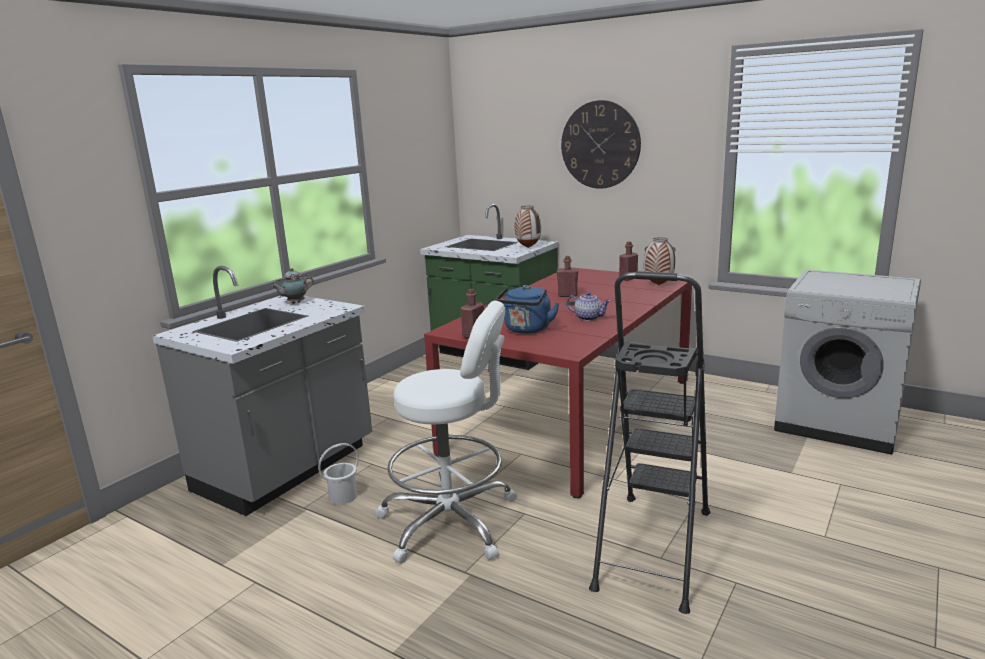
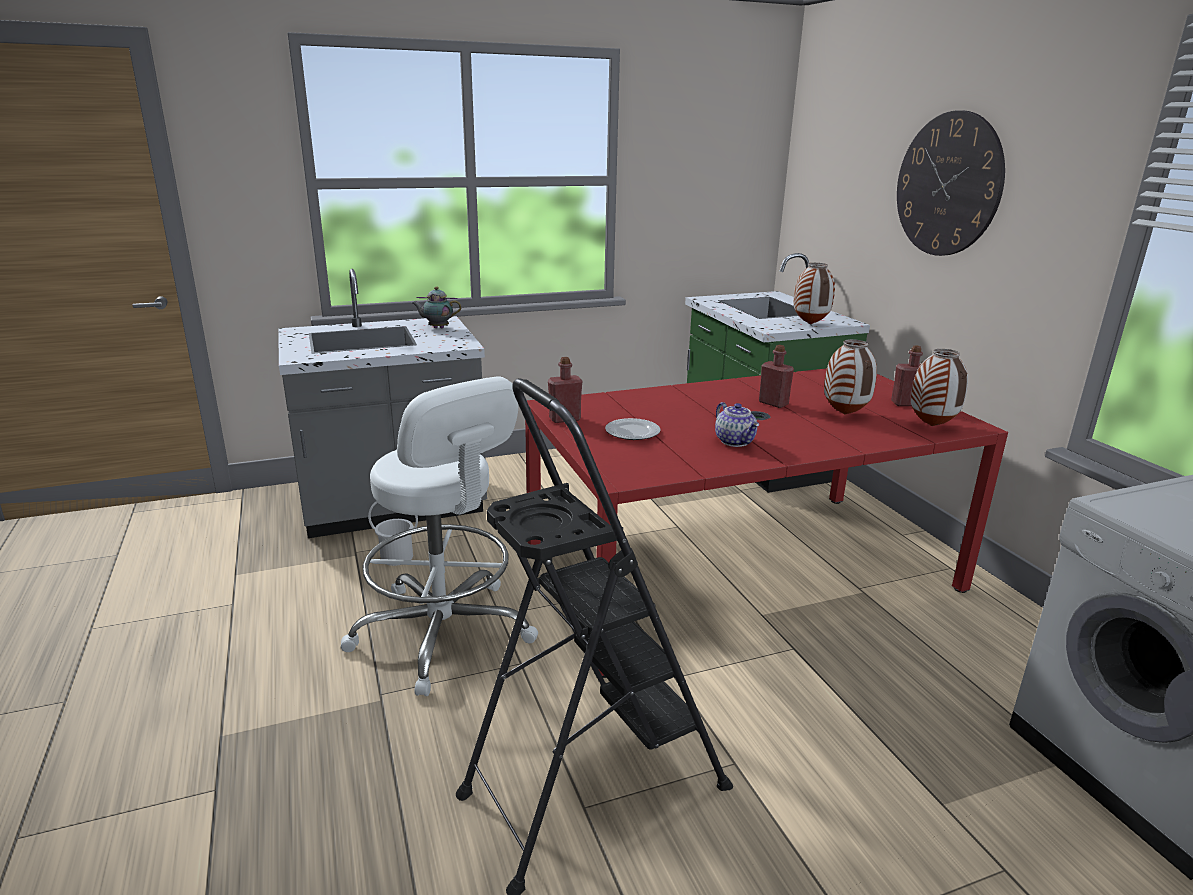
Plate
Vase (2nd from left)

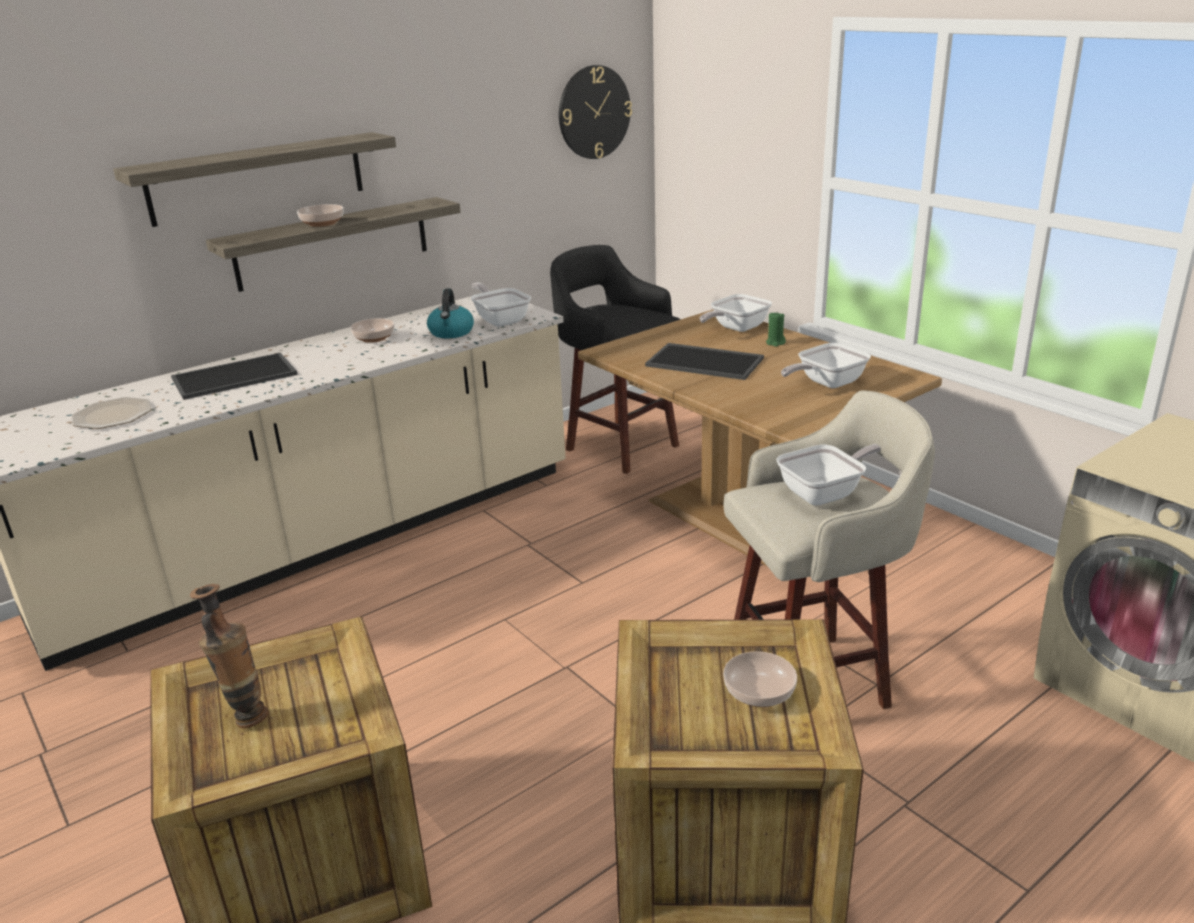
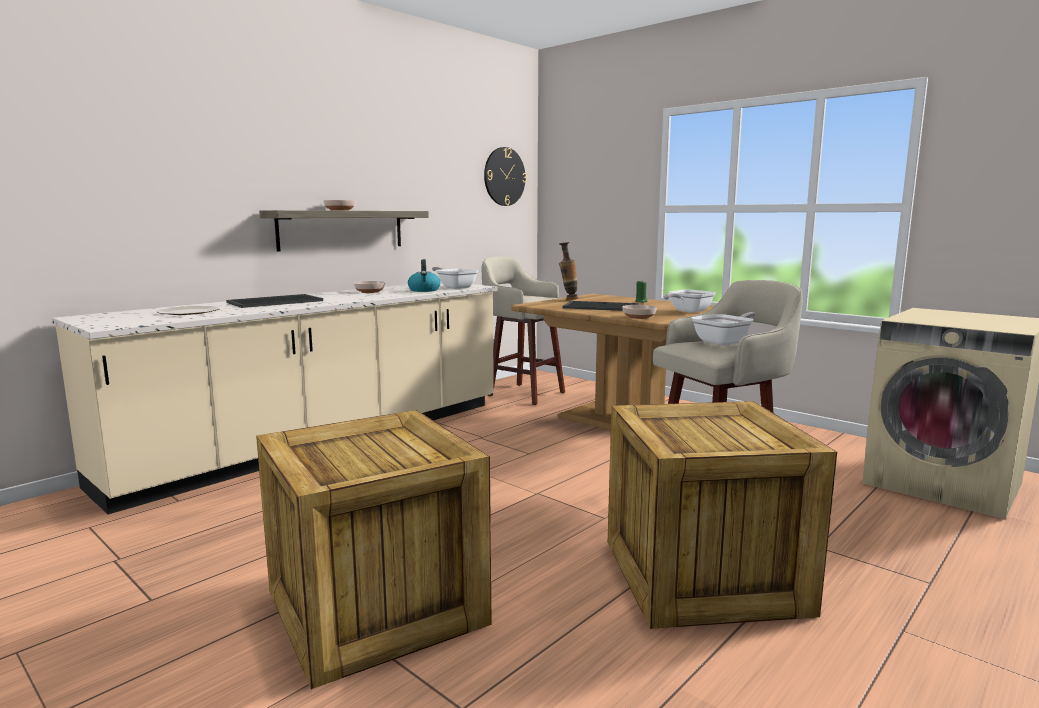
Shelf (1st from left in the first image)
BeigeStool (1st from left)
FryingPan (2nd from left in the first image)
Vase
Bowl (3rd from left)

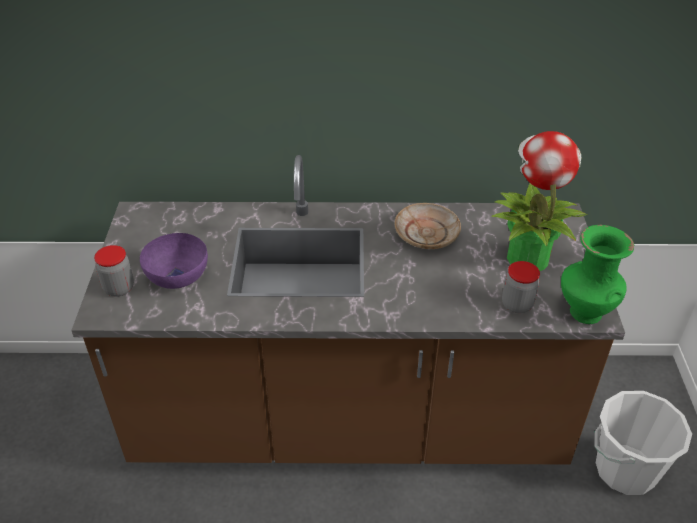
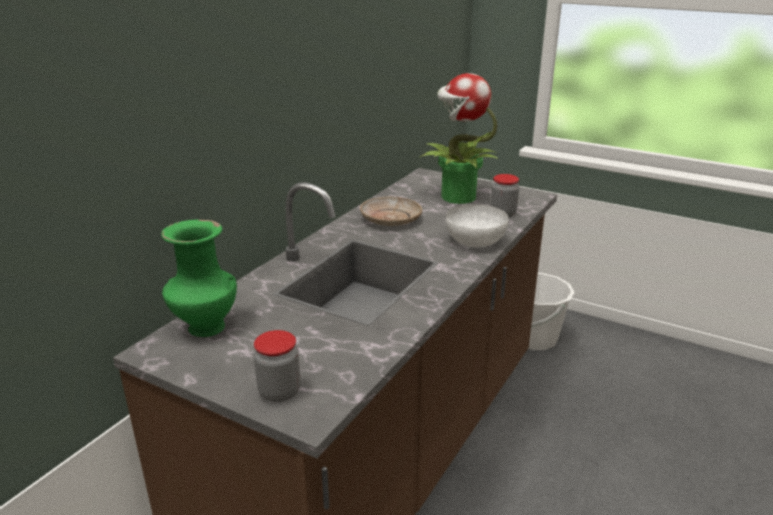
GreenVase
PurpleBowl
WhiteBowl

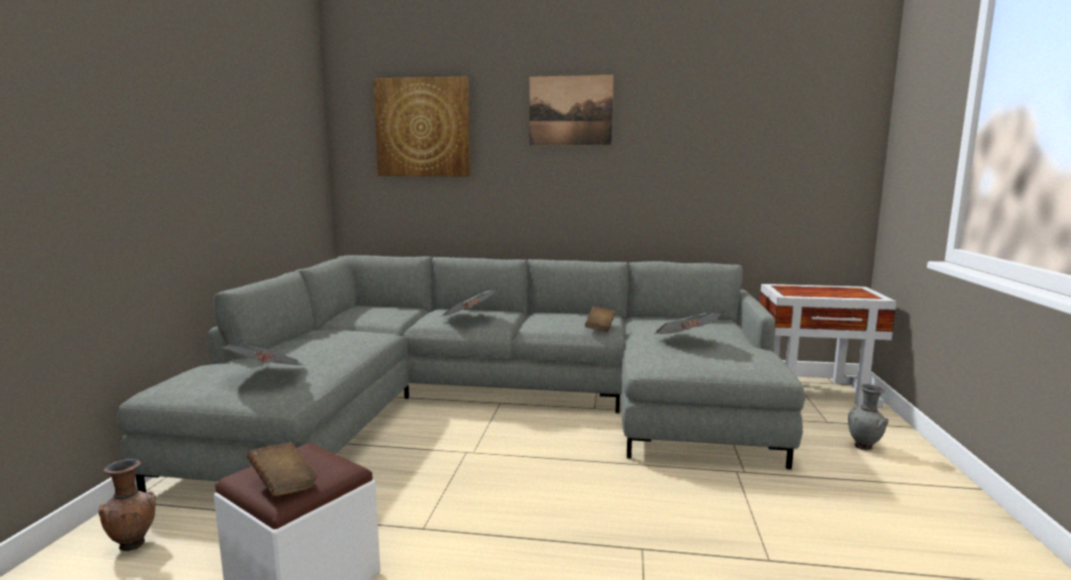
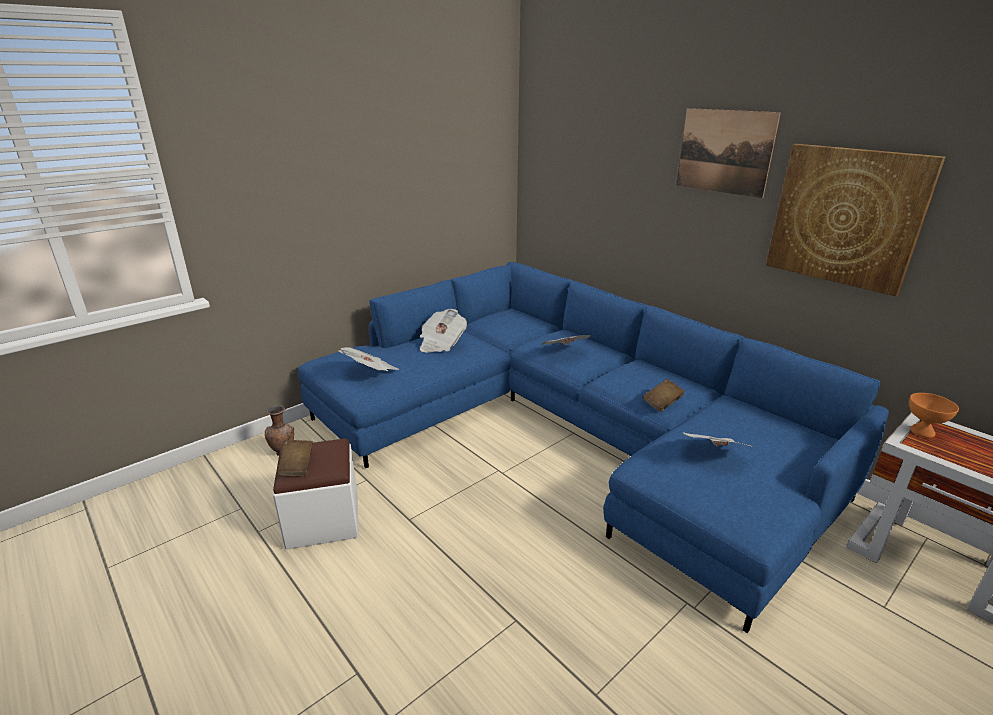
Picture (2nd from left)
BlueSofa
GreyVase
Newspaper (2nd from left)
OrangeBowl

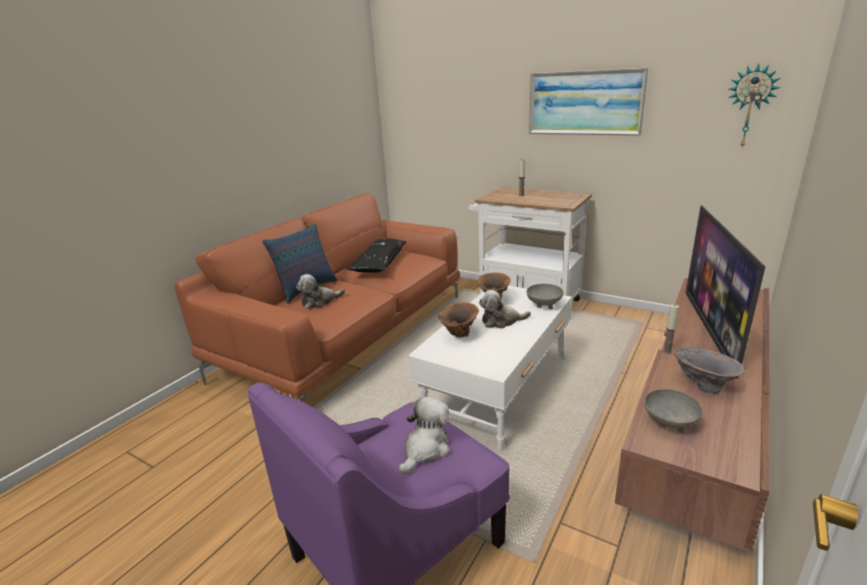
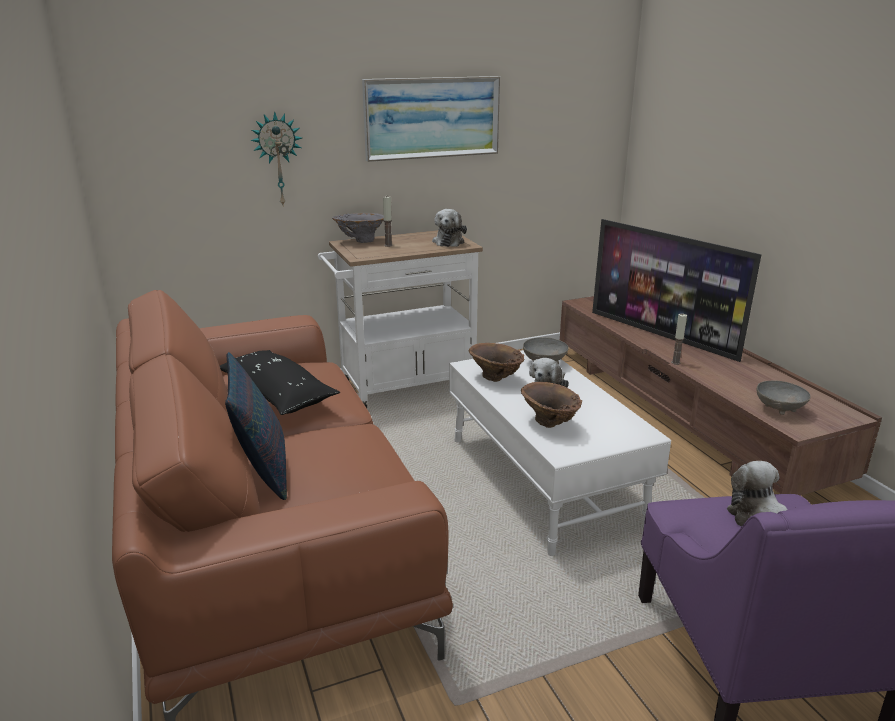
WallClock
PlushToy (1st from left)
GreyVase

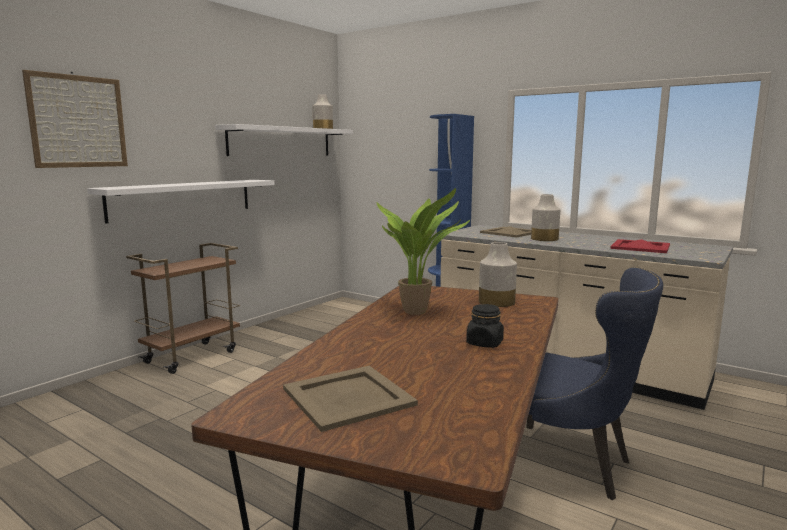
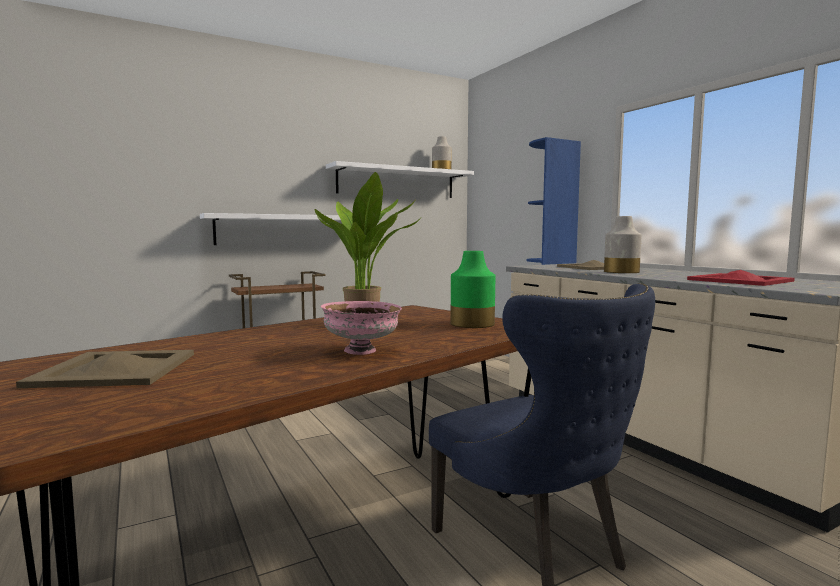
Picture
GreenVase
PinkBowl

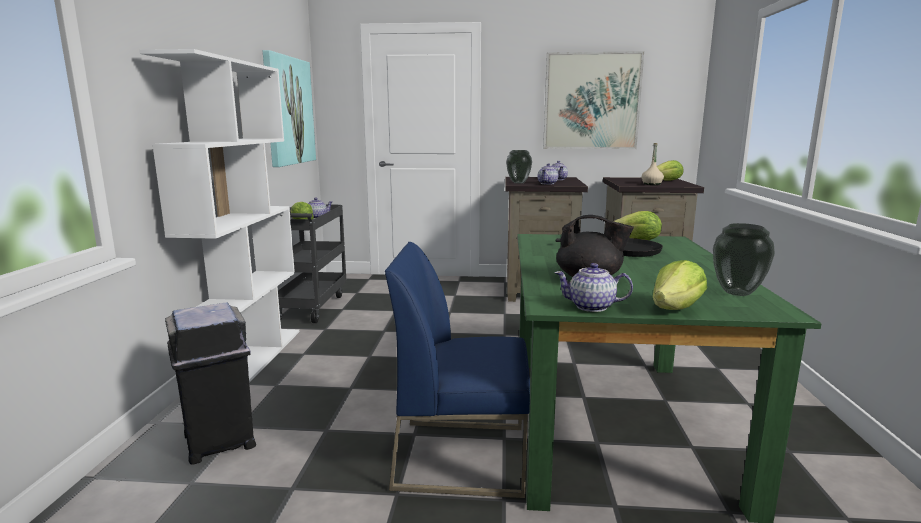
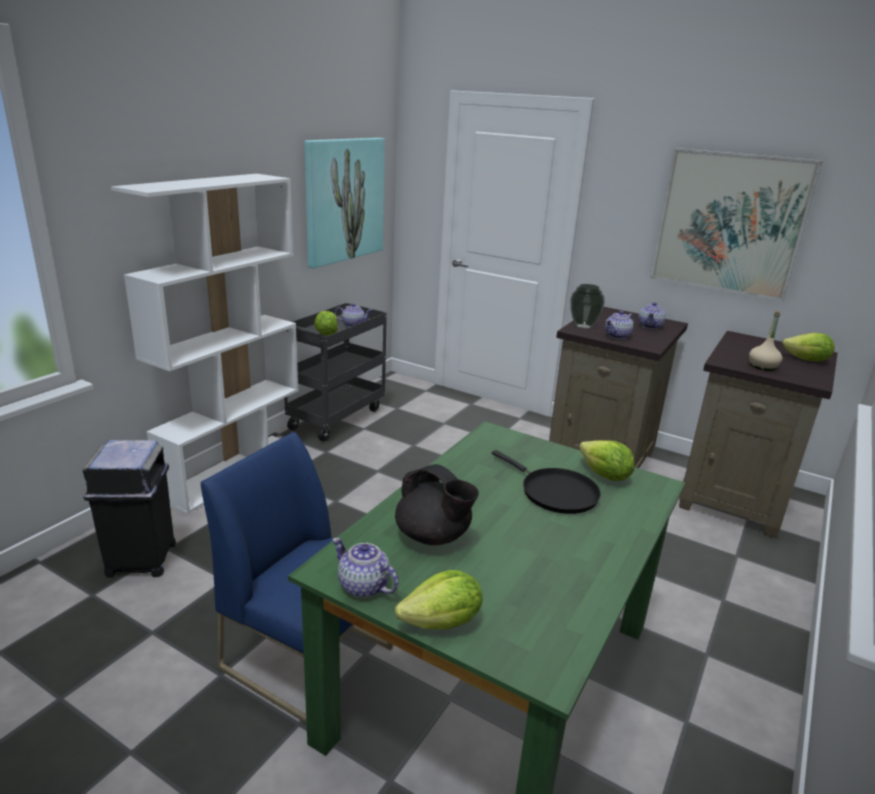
Vase (2nd from left in the first image)

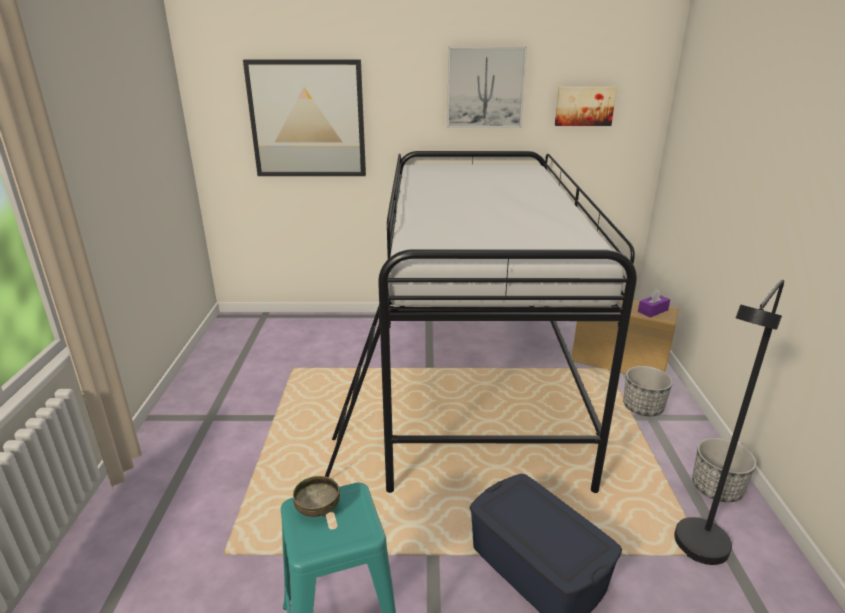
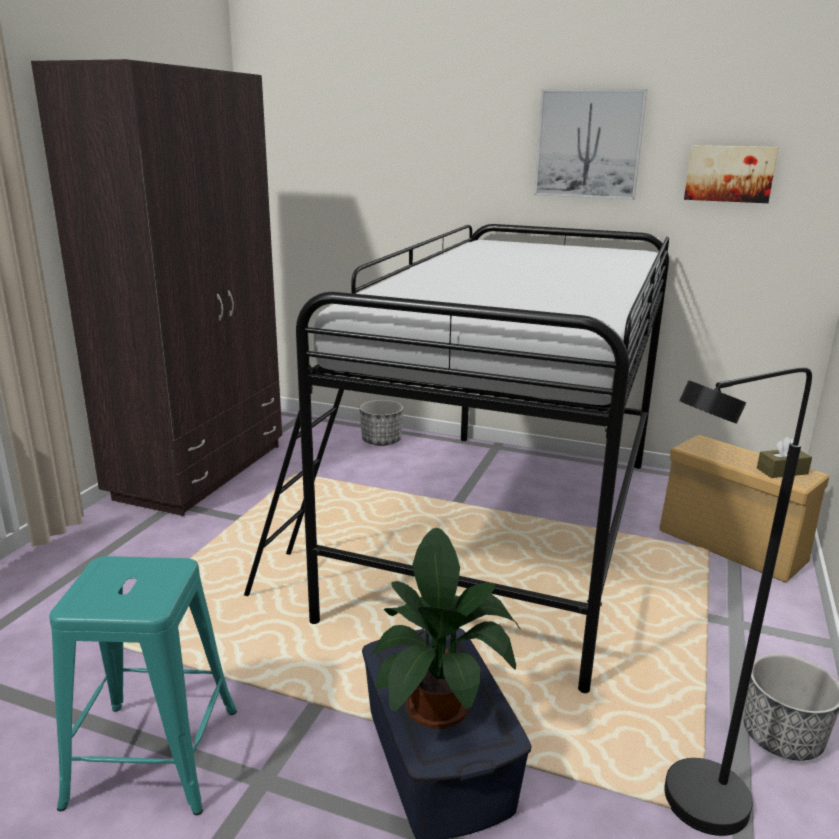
Picture (1st from left in the first image)
BrownTissueBox
Planter (1st from left)
Bowl
BrownWardrobe
PottedPlant

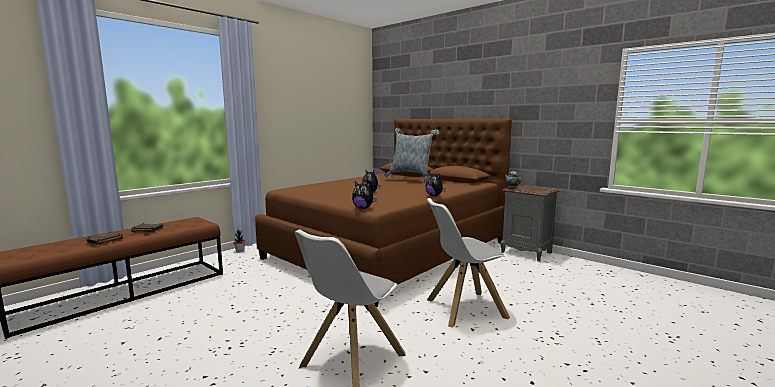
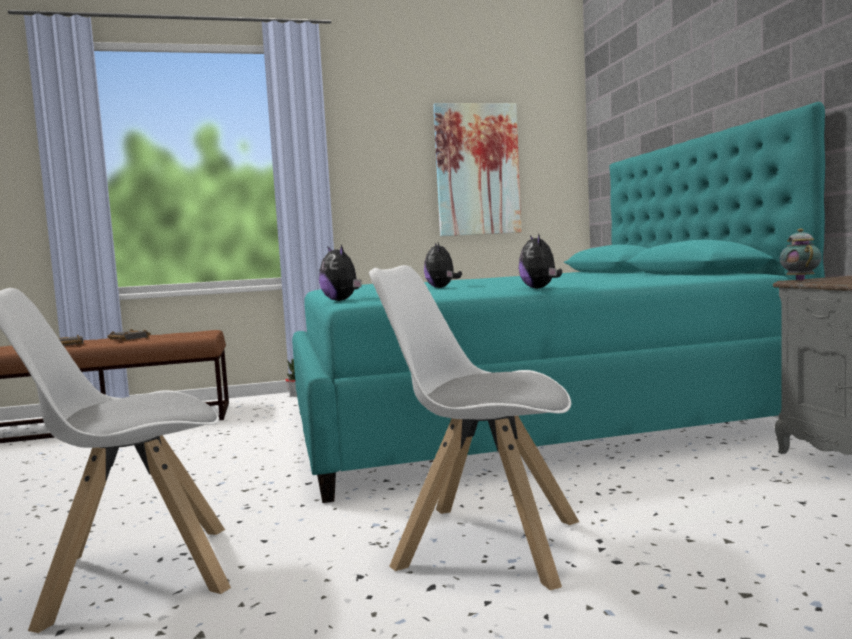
TurquoiseBed
Pillow
Picture

